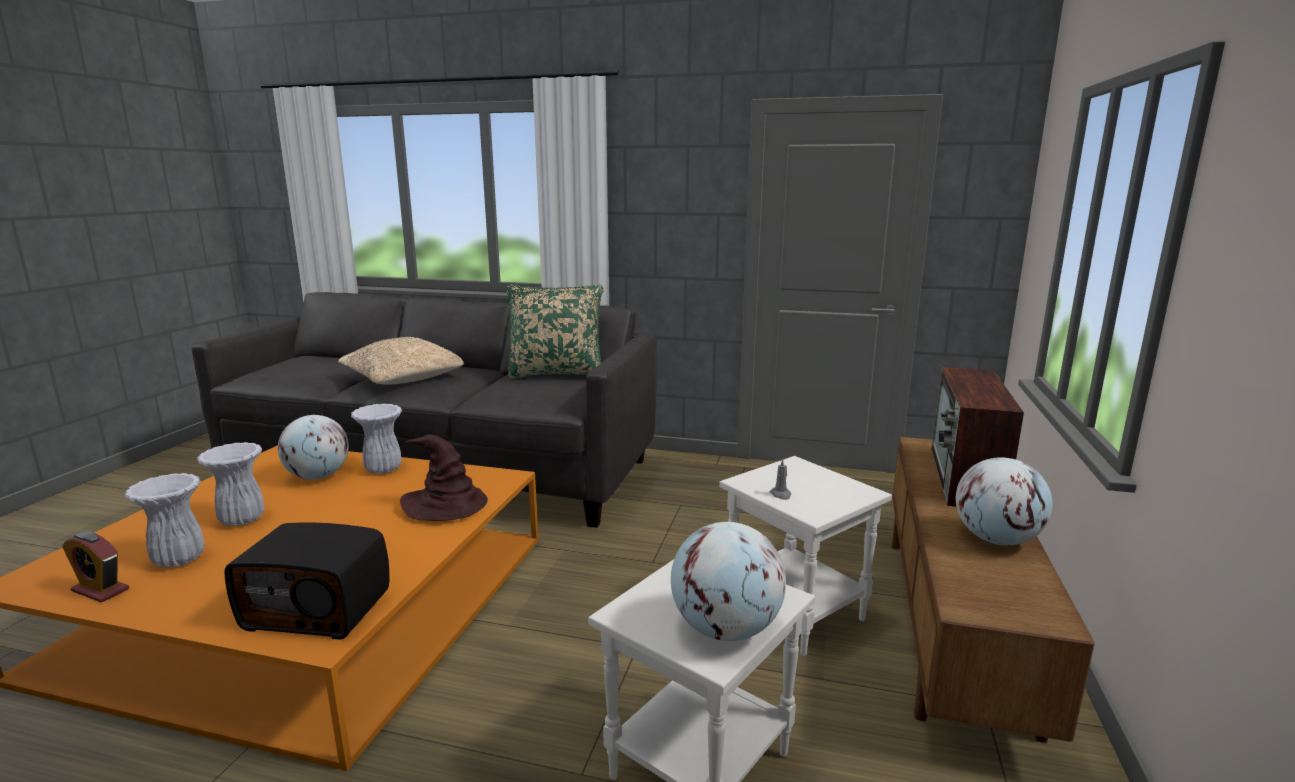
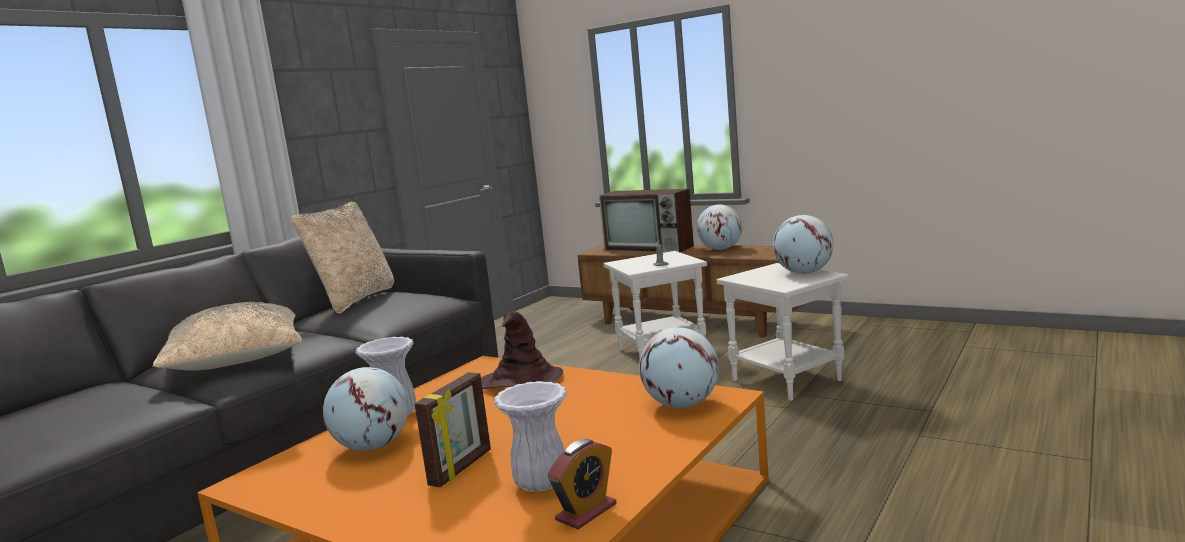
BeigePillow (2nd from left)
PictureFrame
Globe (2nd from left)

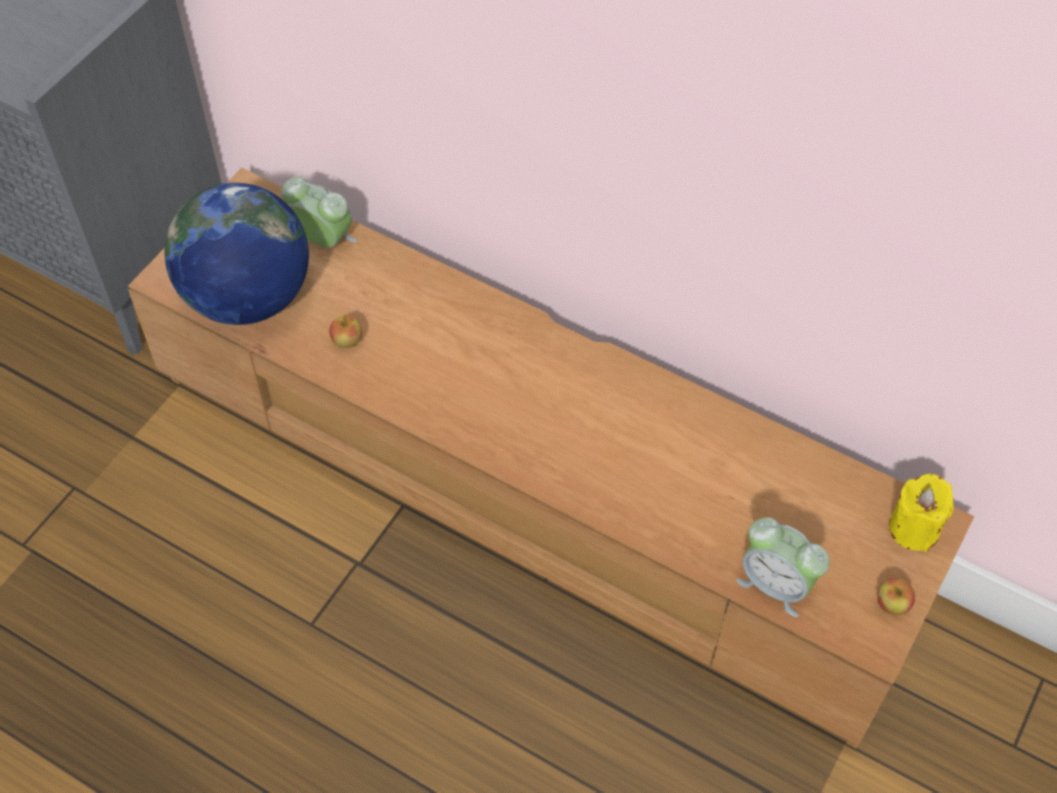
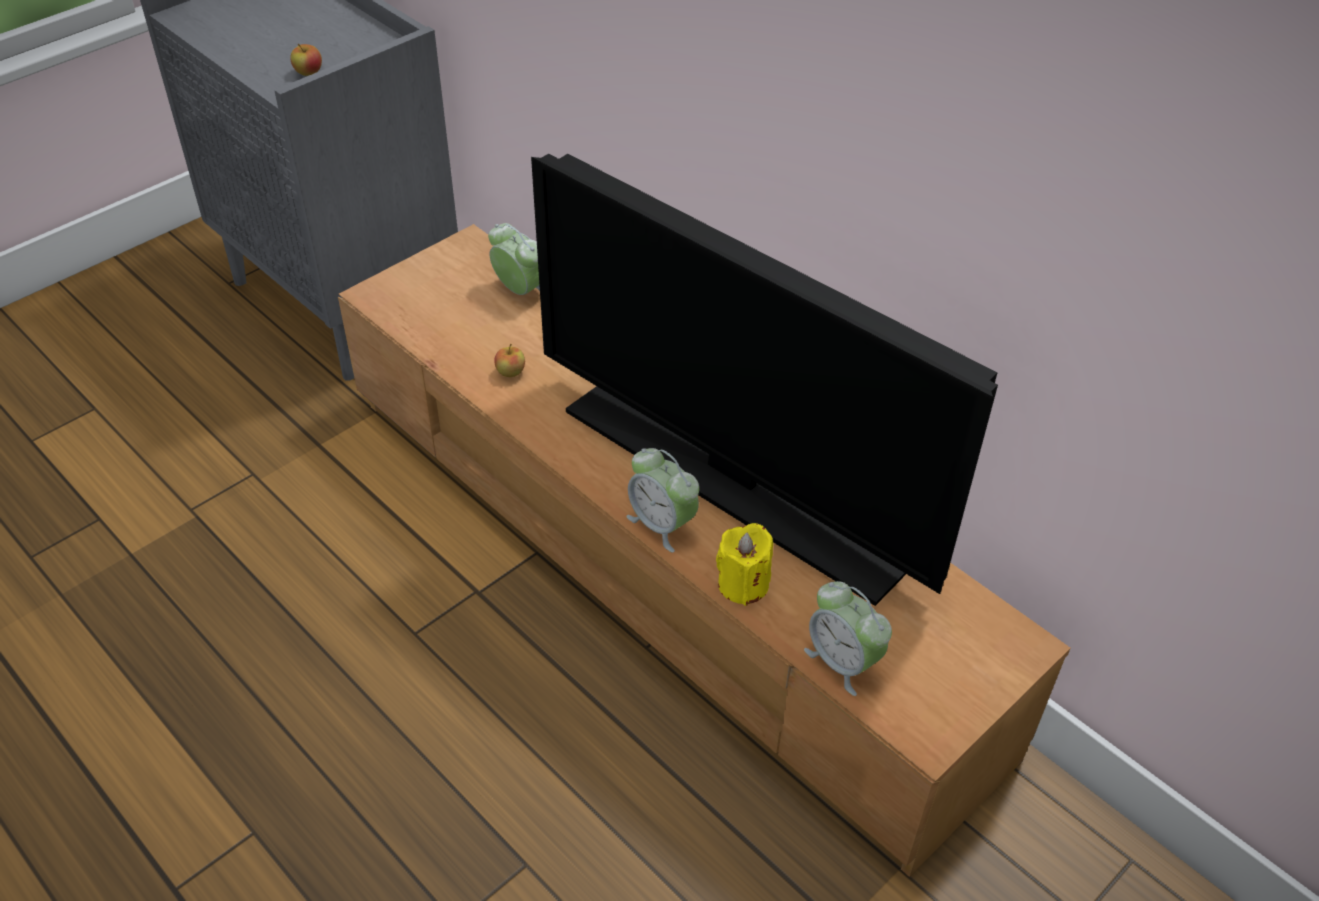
Globe
YellowCandle
Apple (1st from left)
Television
AlarmClock (2nd from left)

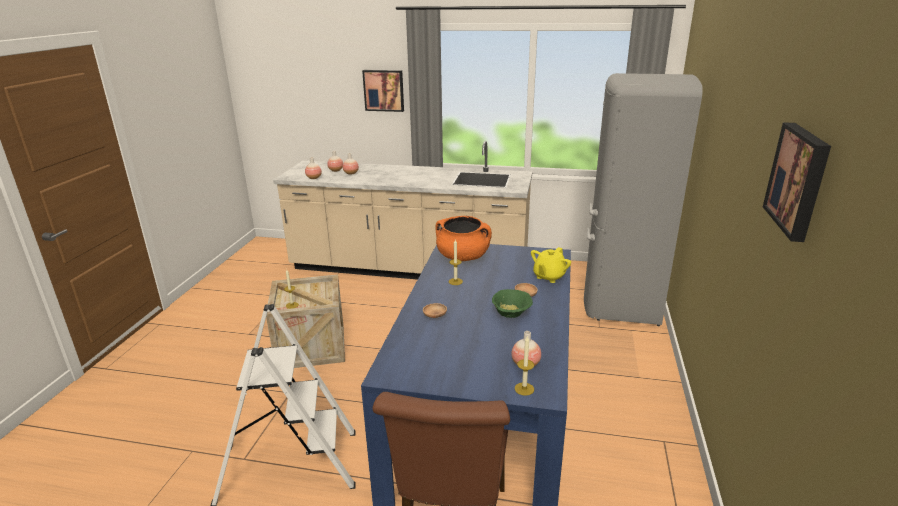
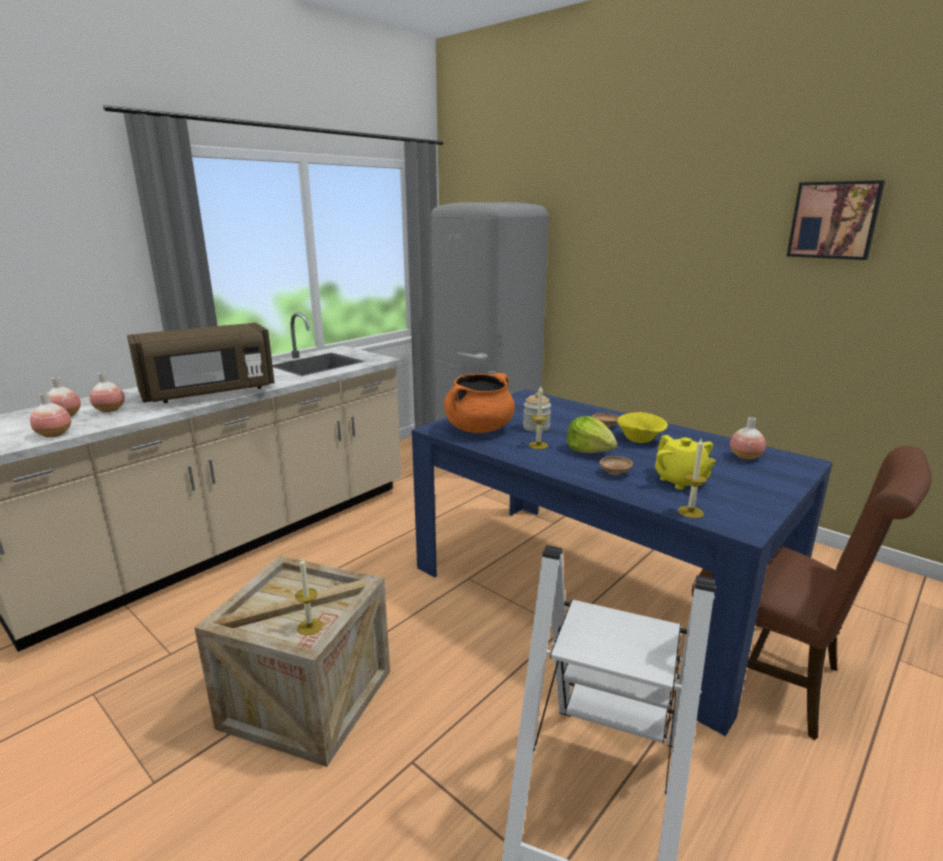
Picture (1st from left in the first image)
YellowTeapot
YellowBowl
Candle (3rd from left)
BrownMicrowave
Jar
Lettuce

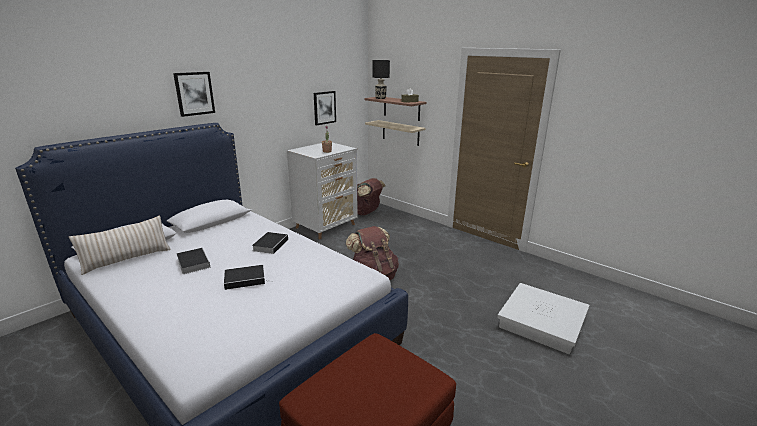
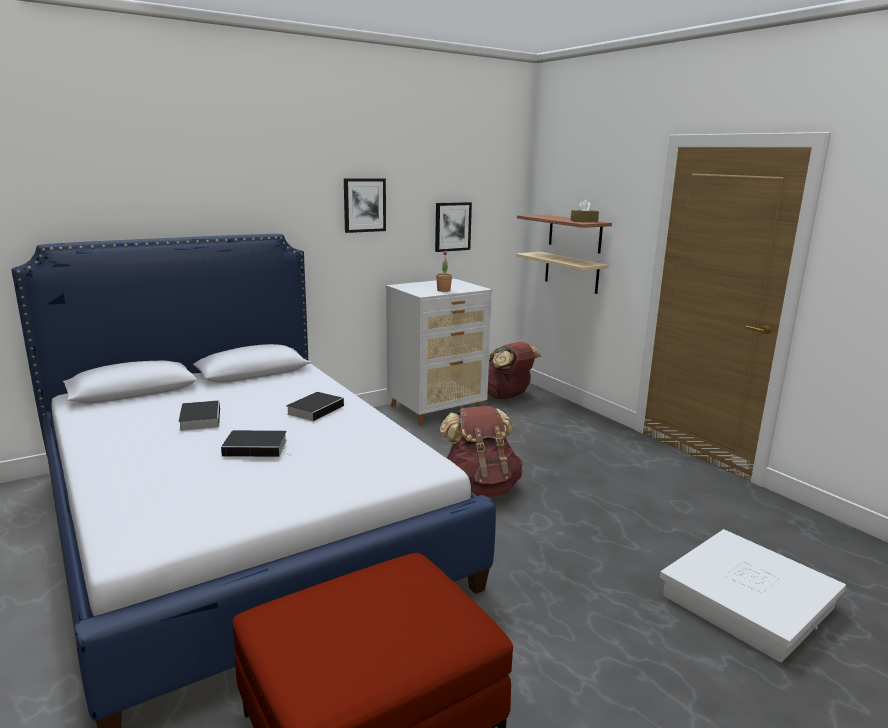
BlackTableLamp
Picture (1st from left)
BeigePillow

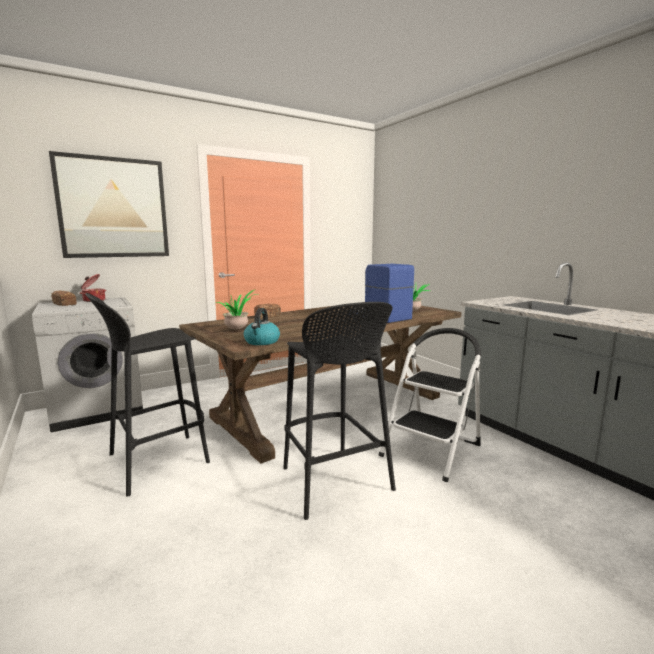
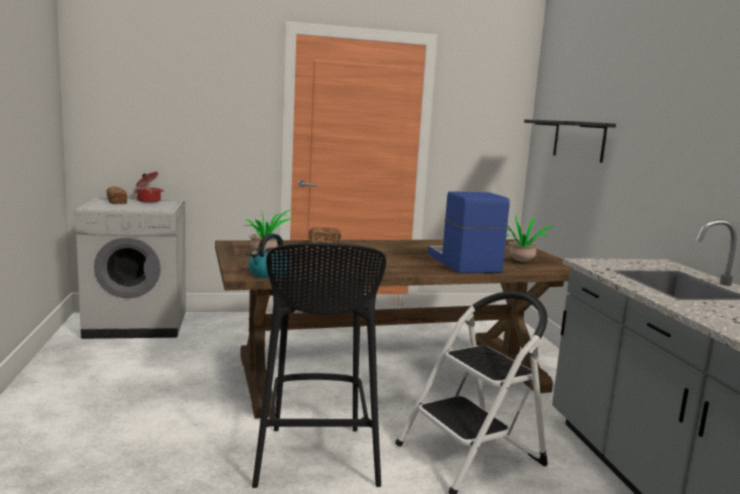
Picture
BlackStool (1st from left in the first image)
BlackShelf

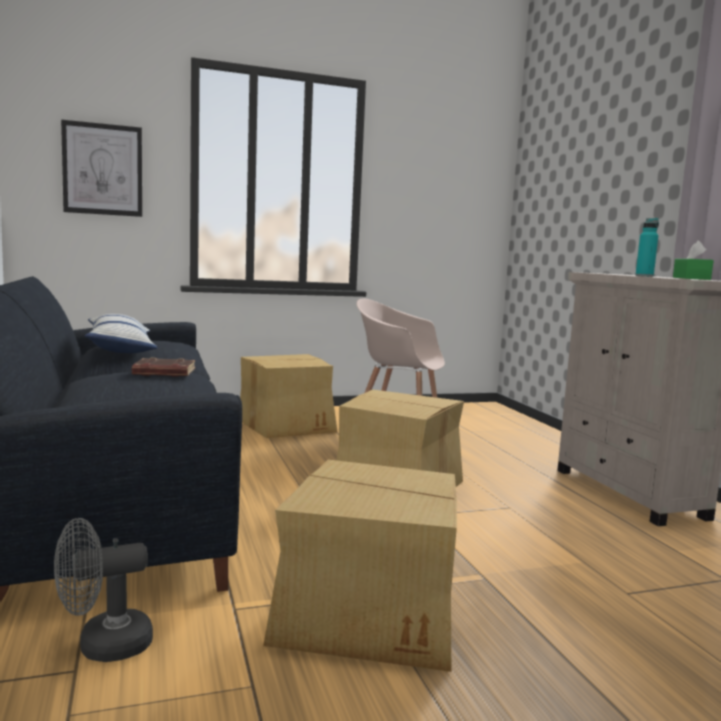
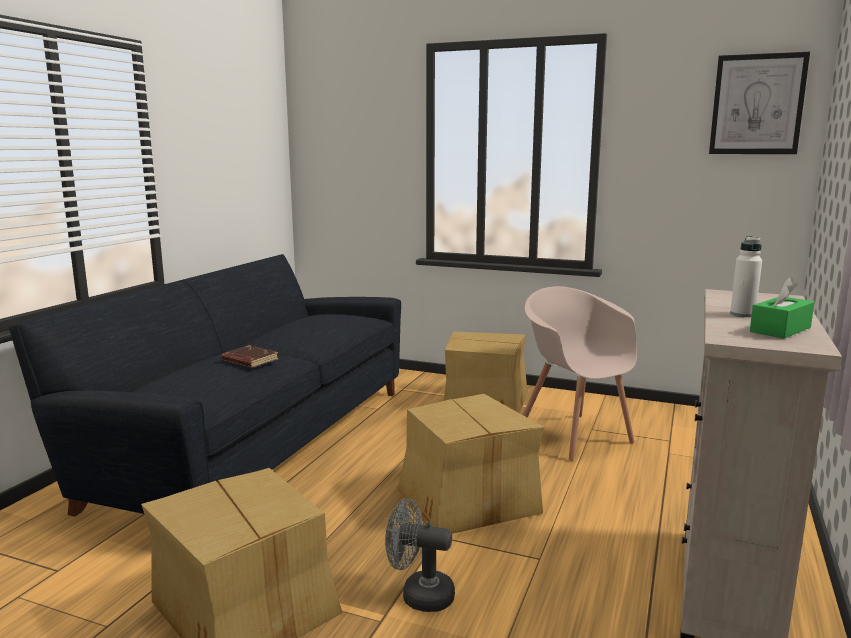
Picture
WhiteBottle
Pillow
GreyFan

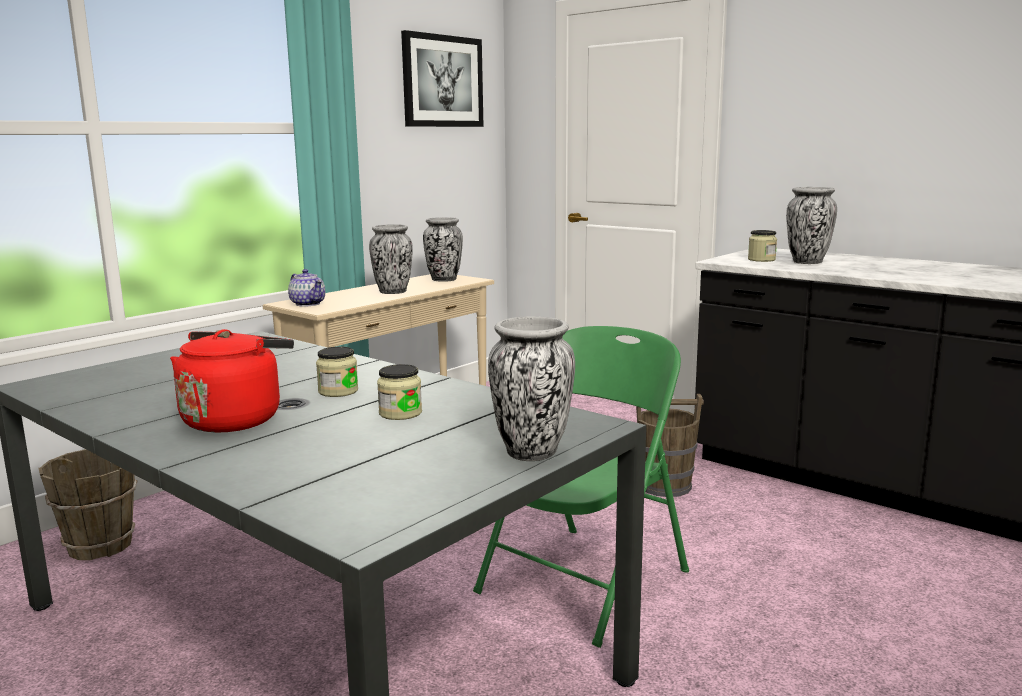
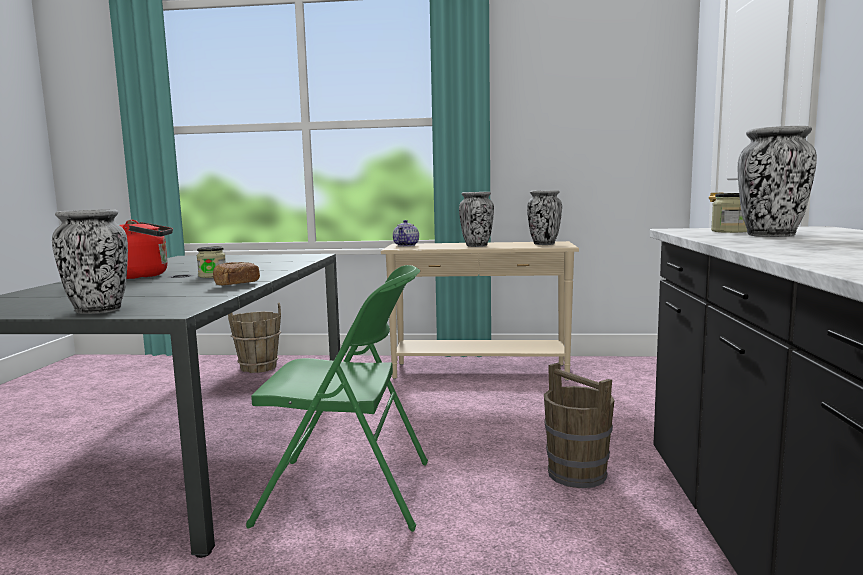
Picture
Jar (2nd from left in the first image)
Bread

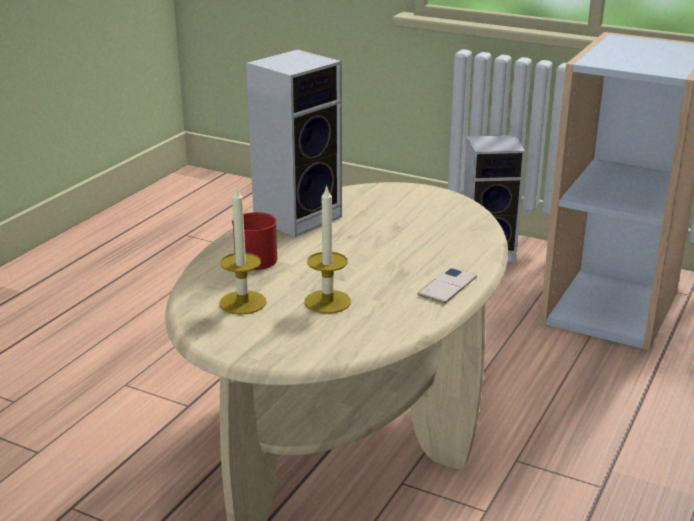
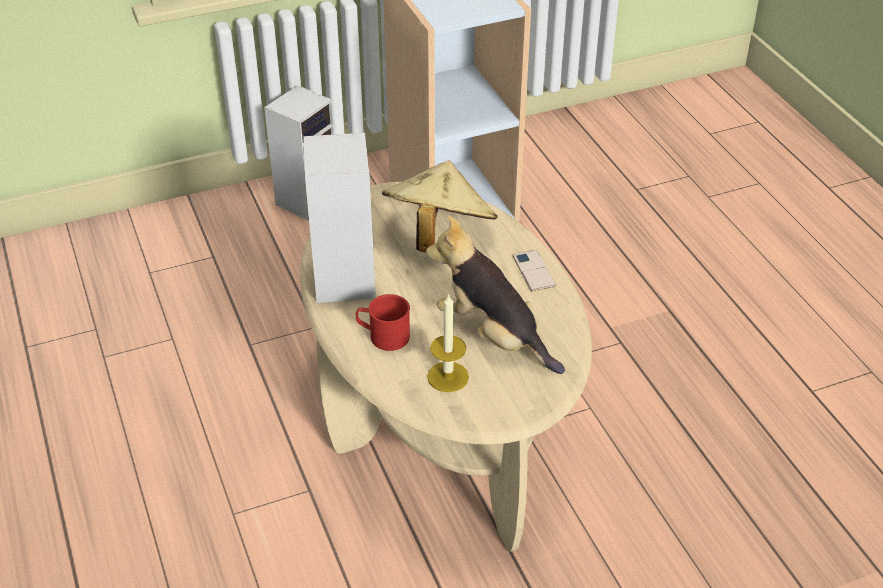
PlushToy
BeigeHat

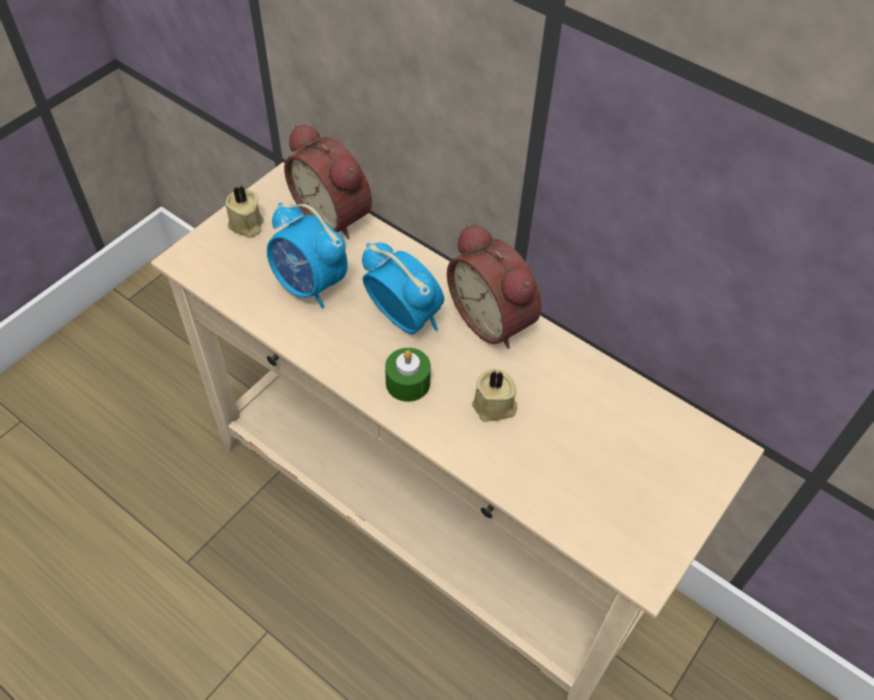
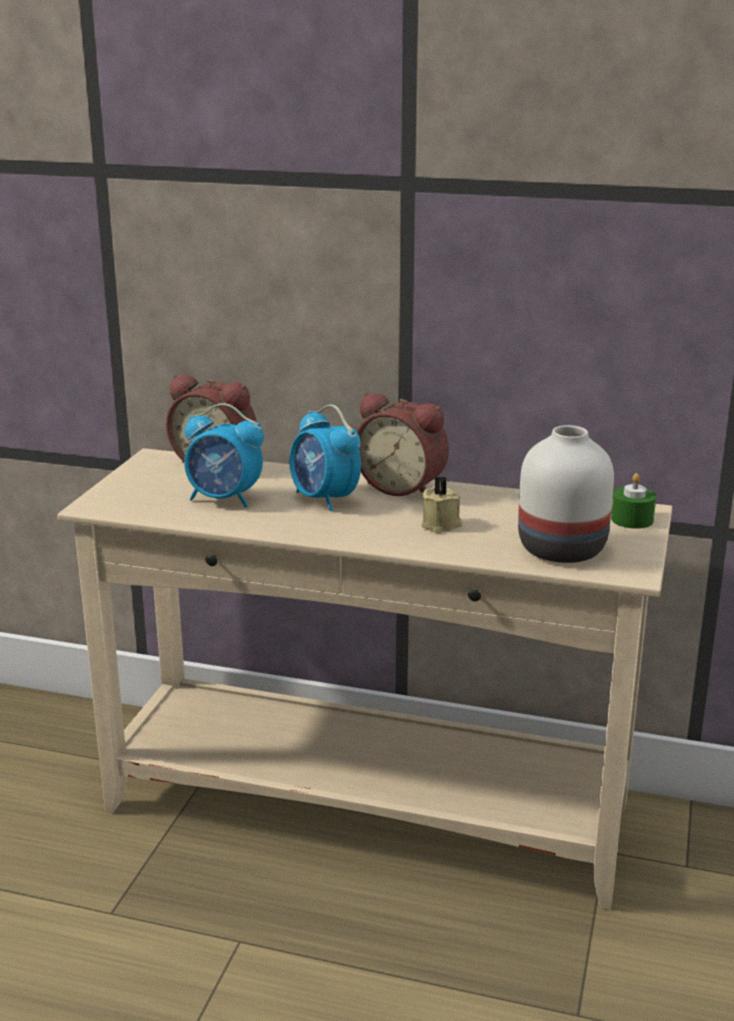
BeigeCandle (1st from left in the first image)
AlarmClock (3rd from left)
GreenCandle
WhiteVase

